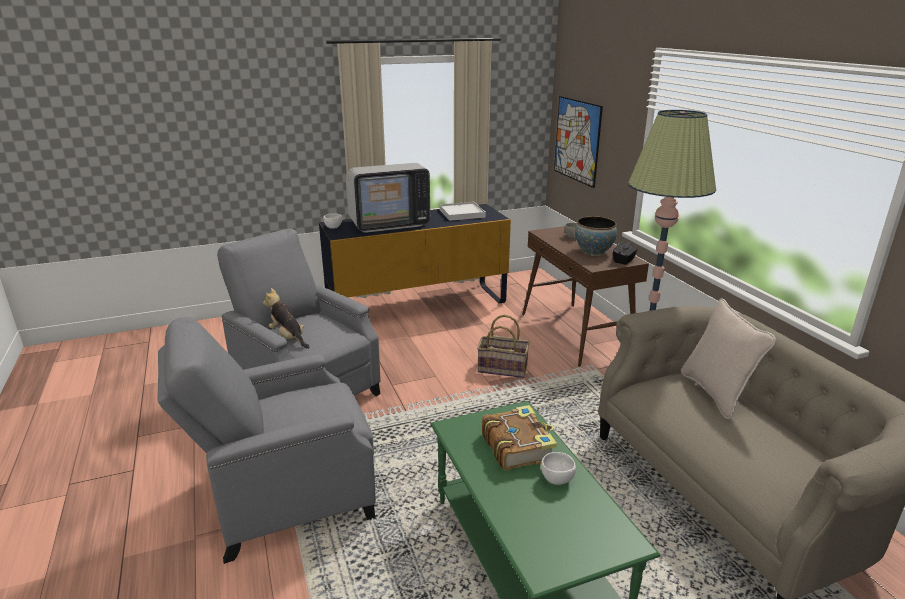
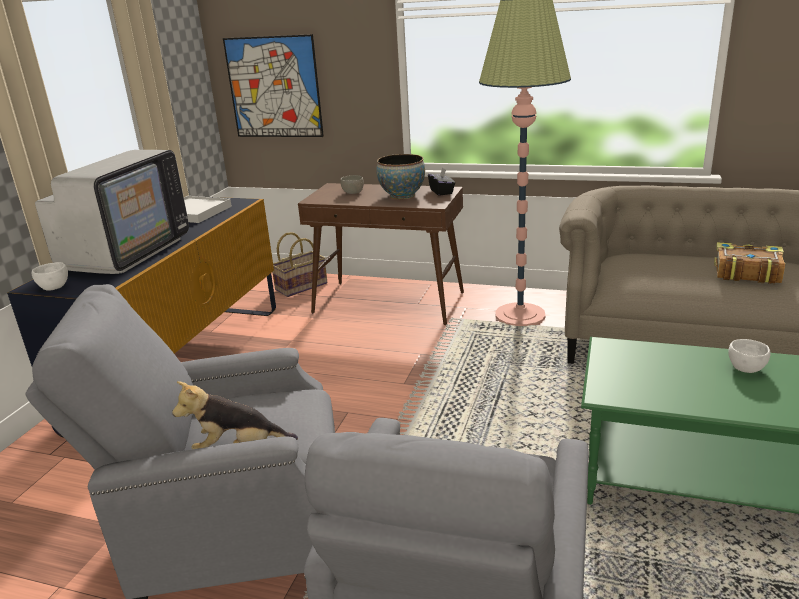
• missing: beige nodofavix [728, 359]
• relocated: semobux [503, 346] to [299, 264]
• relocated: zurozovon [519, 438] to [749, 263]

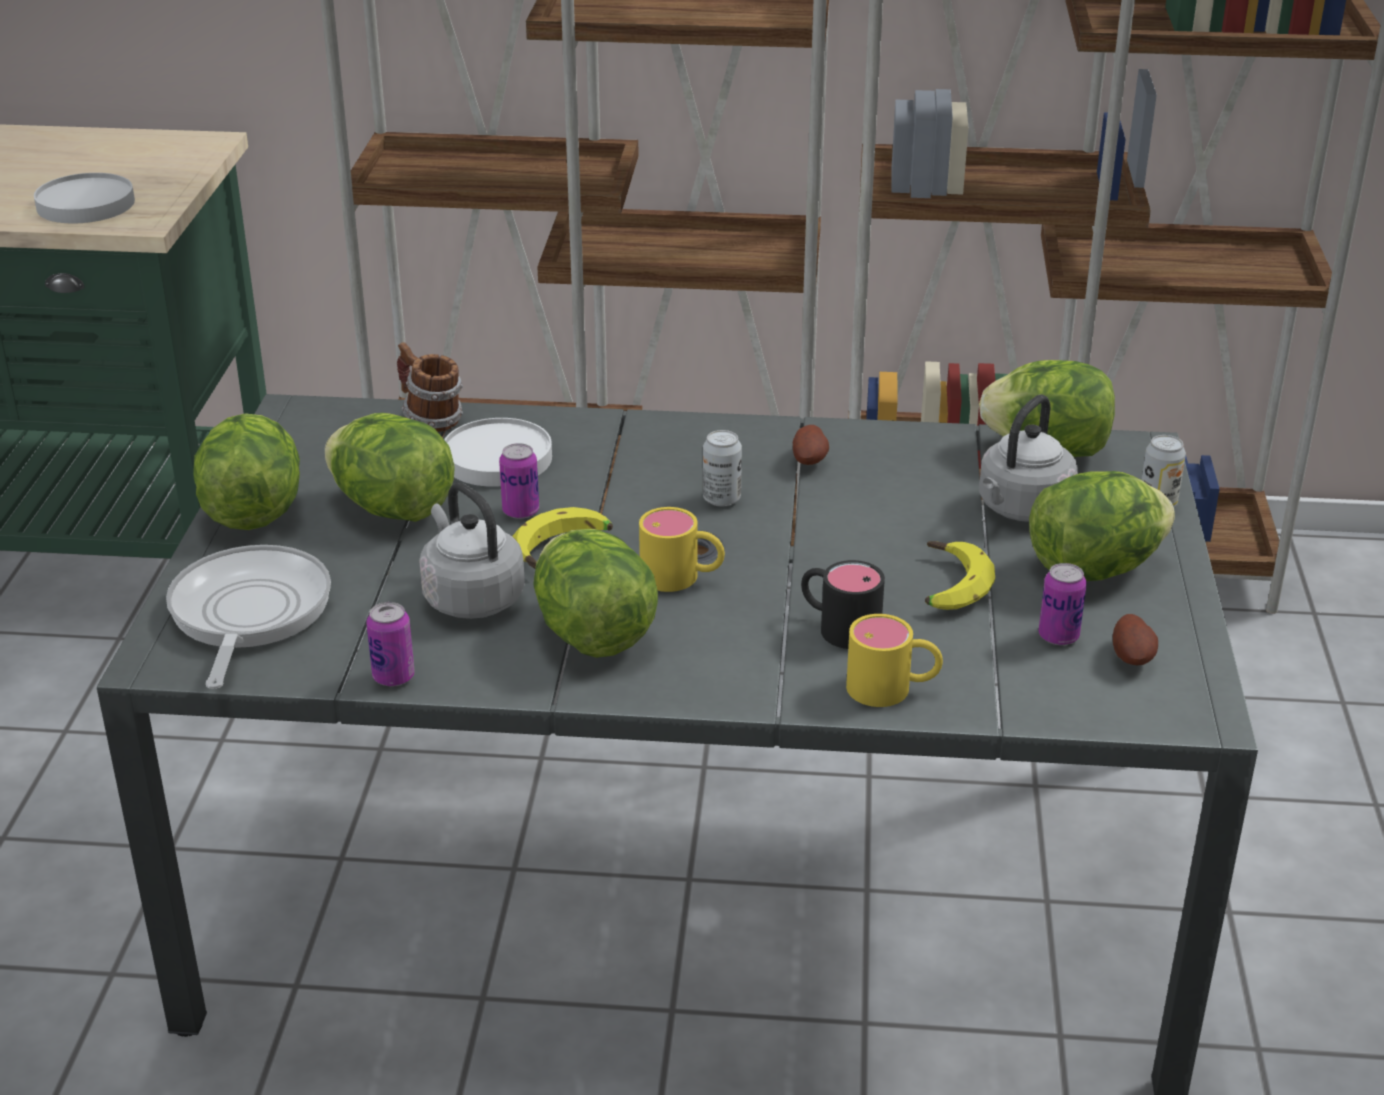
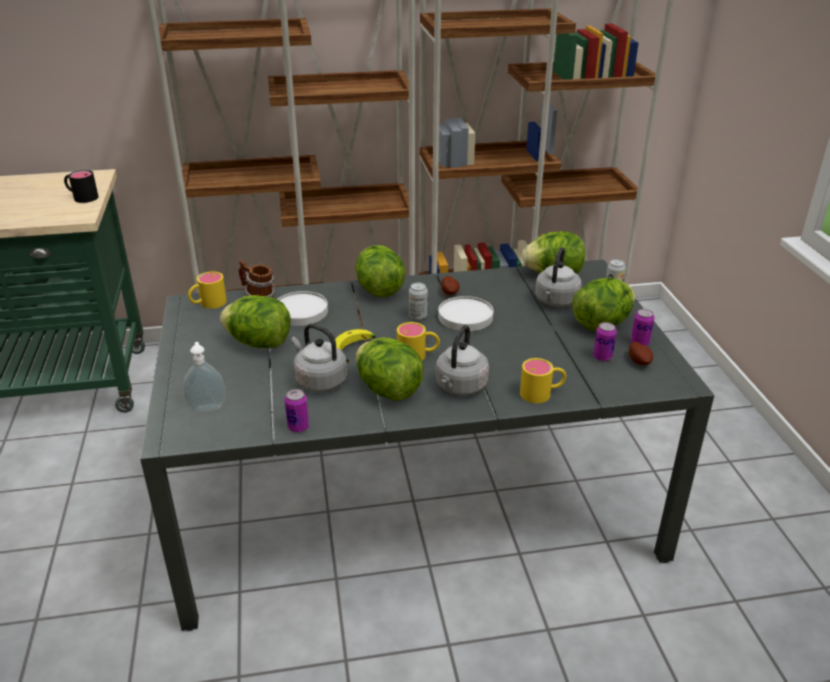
• missing: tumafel [960, 575]
• appeared: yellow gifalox [207, 290]
• appeared: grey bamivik [462, 360]
• relocated: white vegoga [84, 198] to [465, 313]
• relocated: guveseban [246, 472] to [380, 271]
• relocated: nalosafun [519, 481] to [642, 327]
• relocated: black gifalox [843, 604] to [81, 186]
• exchanged: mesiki [248, 617] to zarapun [204, 377]

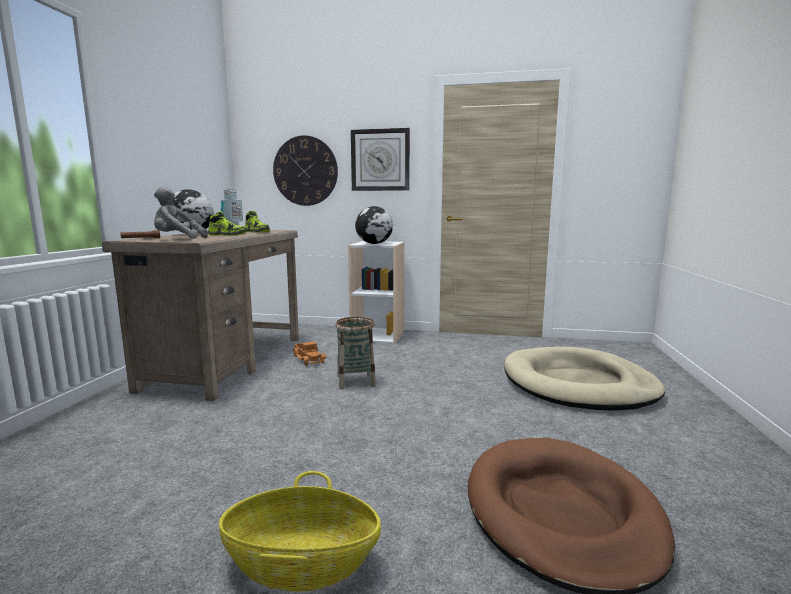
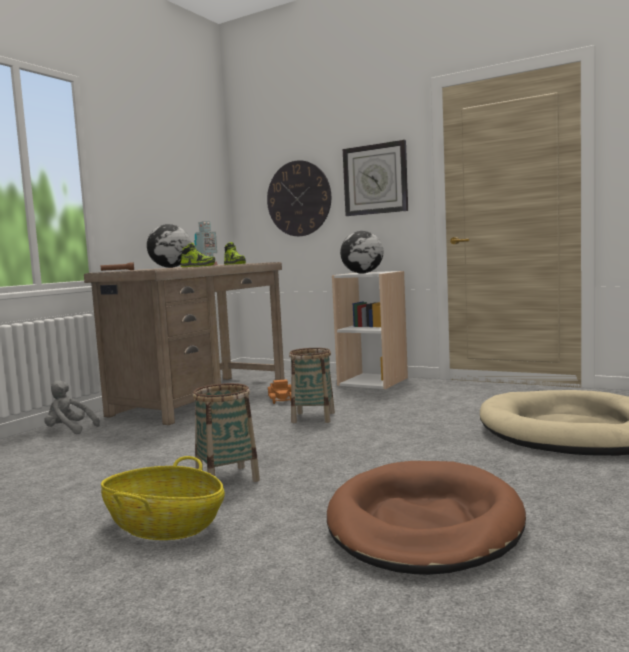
• appeared: semobux [226, 432]
• relocated: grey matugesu [181, 212] to [72, 407]

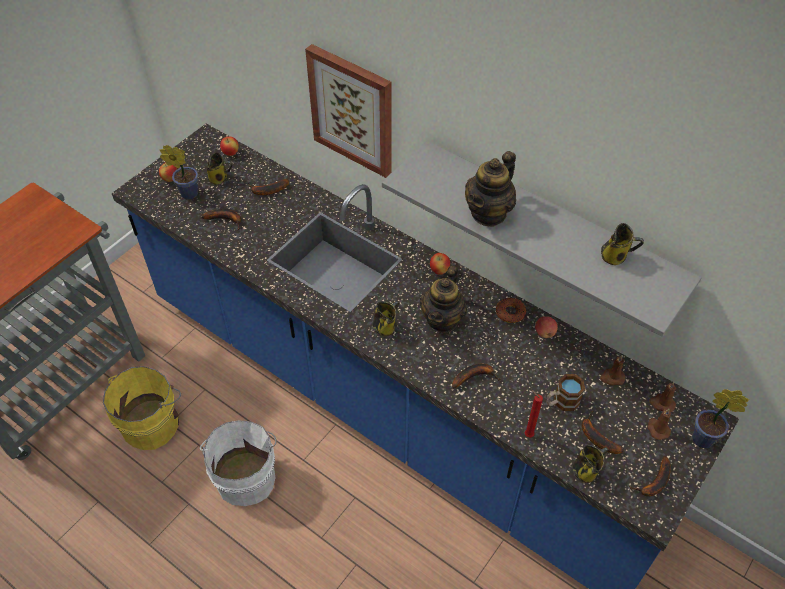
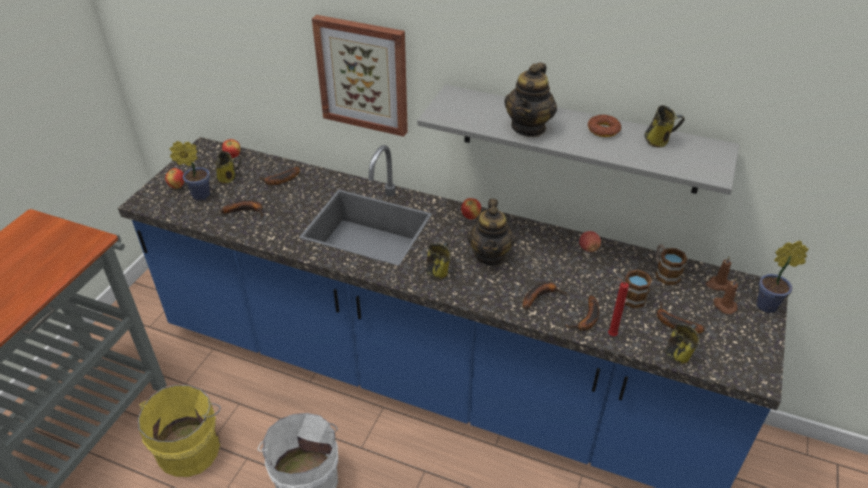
• relocated: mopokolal [511, 310] to [604, 125]
• relocated: tumafel [649, 475] to [582, 313]
• exchanged: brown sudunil [612, 370] to gifalox [671, 264]

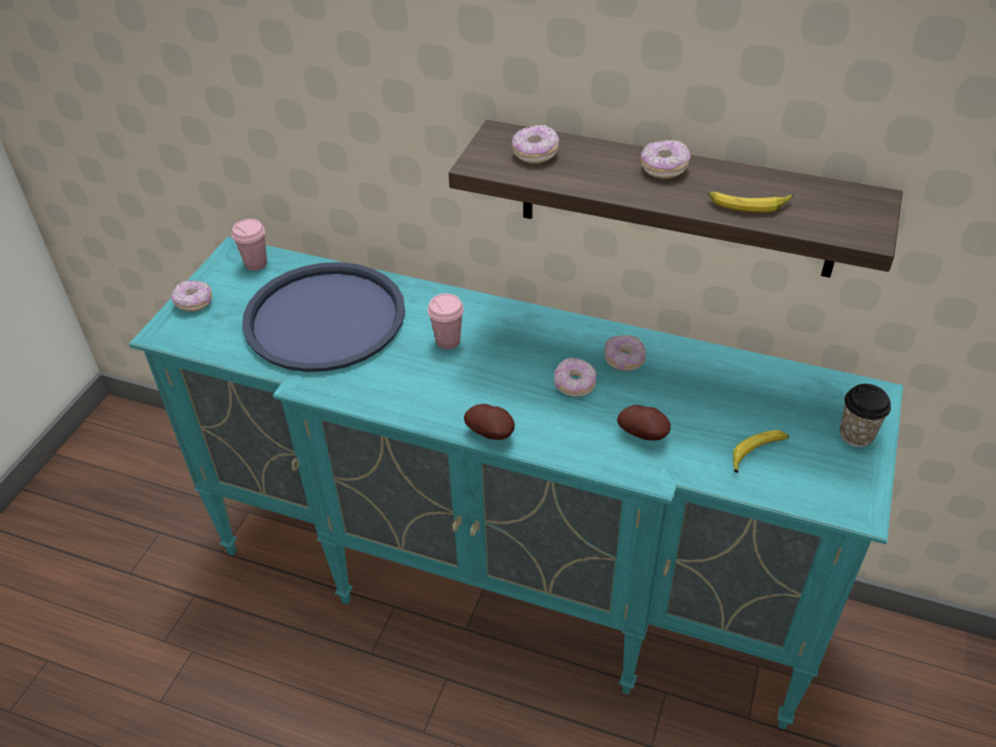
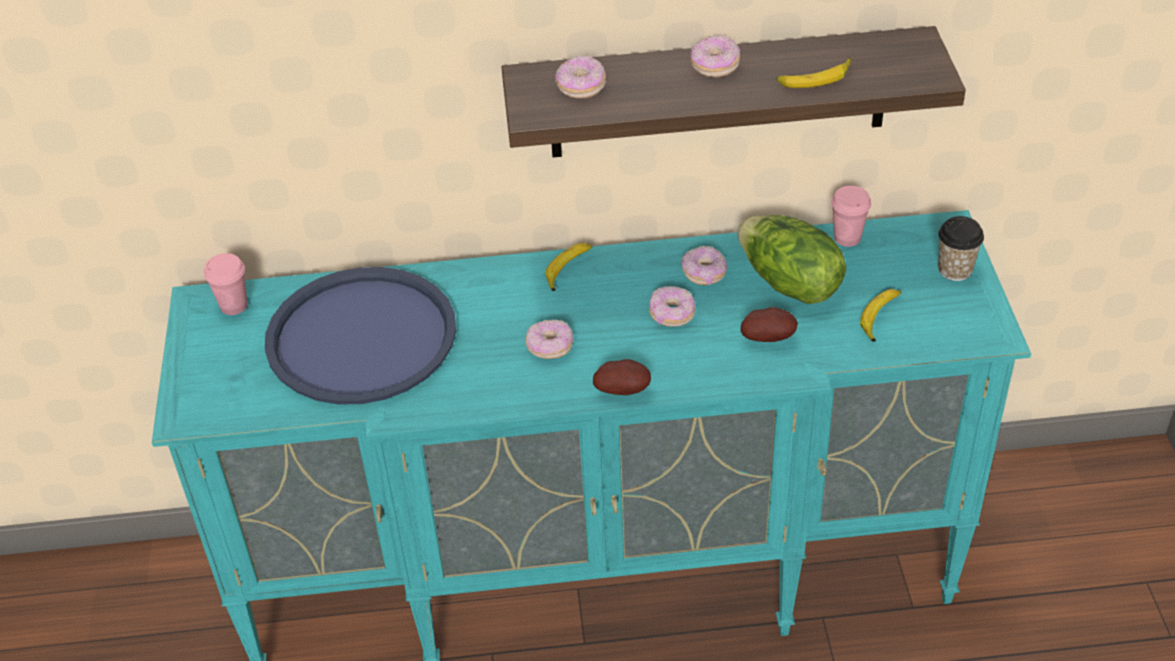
• appeared: tumafel [568, 266]
• appeared: guveseban [791, 259]
• relocated: mopokolal [191, 295] to [549, 339]
• relocated: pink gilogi [445, 321] to [851, 216]

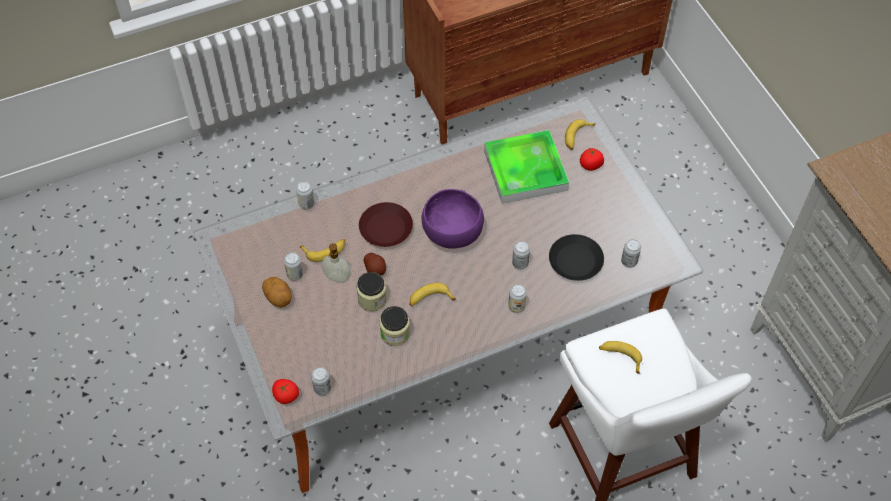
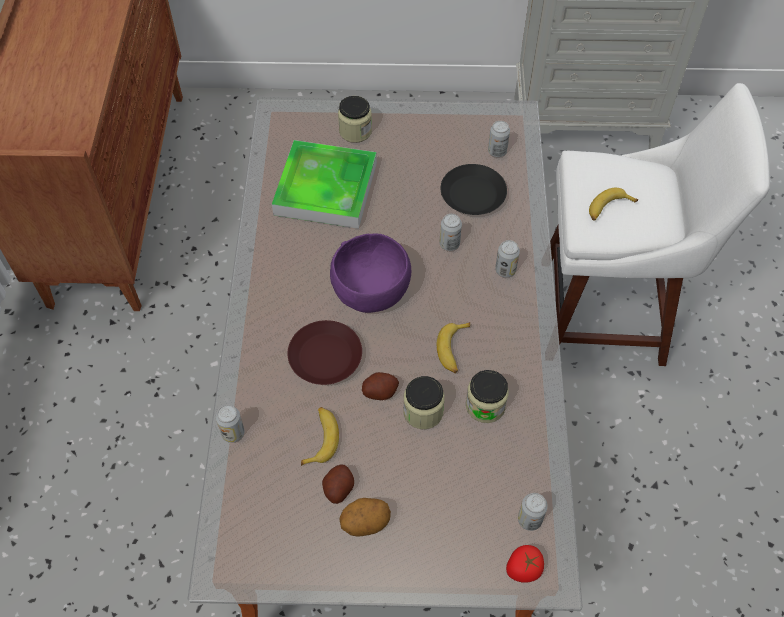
• missing: zarapun [336, 263]
• missing: tumafel [580, 134]
• exchanged: nalosafun [293, 266] to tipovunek [338, 484]
• exchanged: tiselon [592, 159] to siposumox [355, 119]

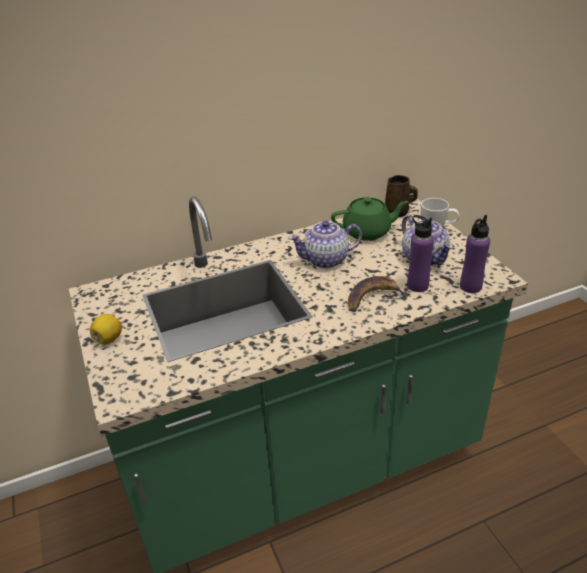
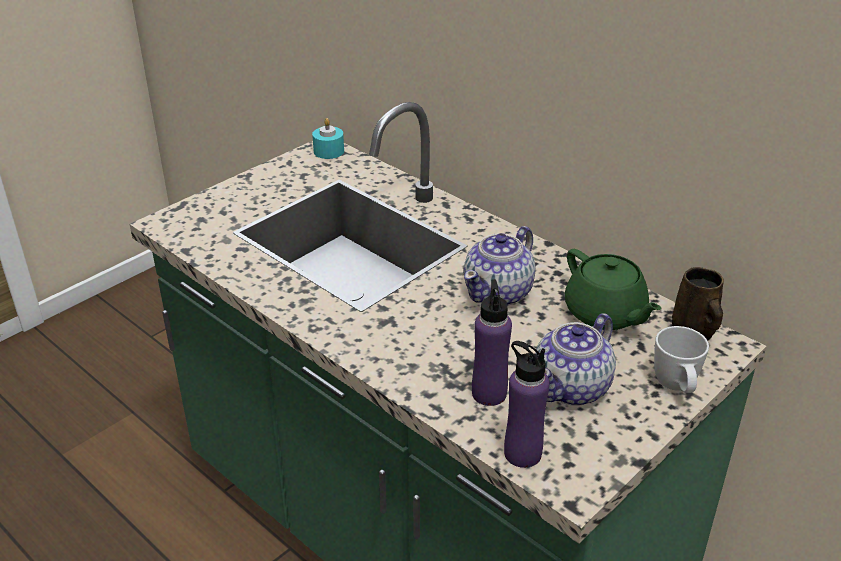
• missing: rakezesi [106, 329]
• missing: tumafel [378, 294]
• appeared: turquoise sudunil [328, 138]
• spun: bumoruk [325, 244] = [500, 266] 105 degrees counterclockwise

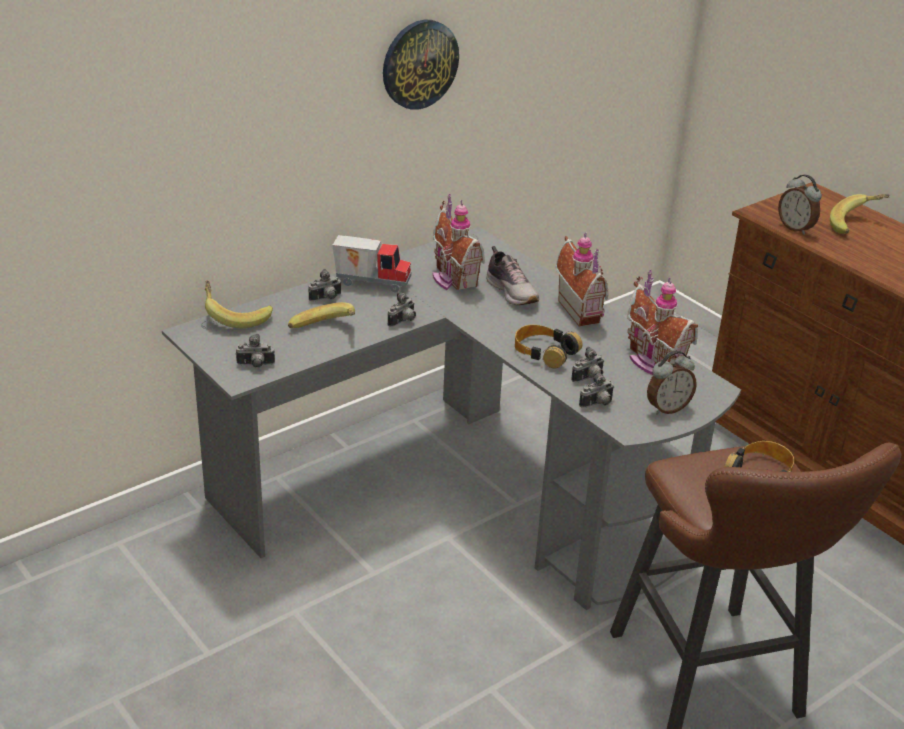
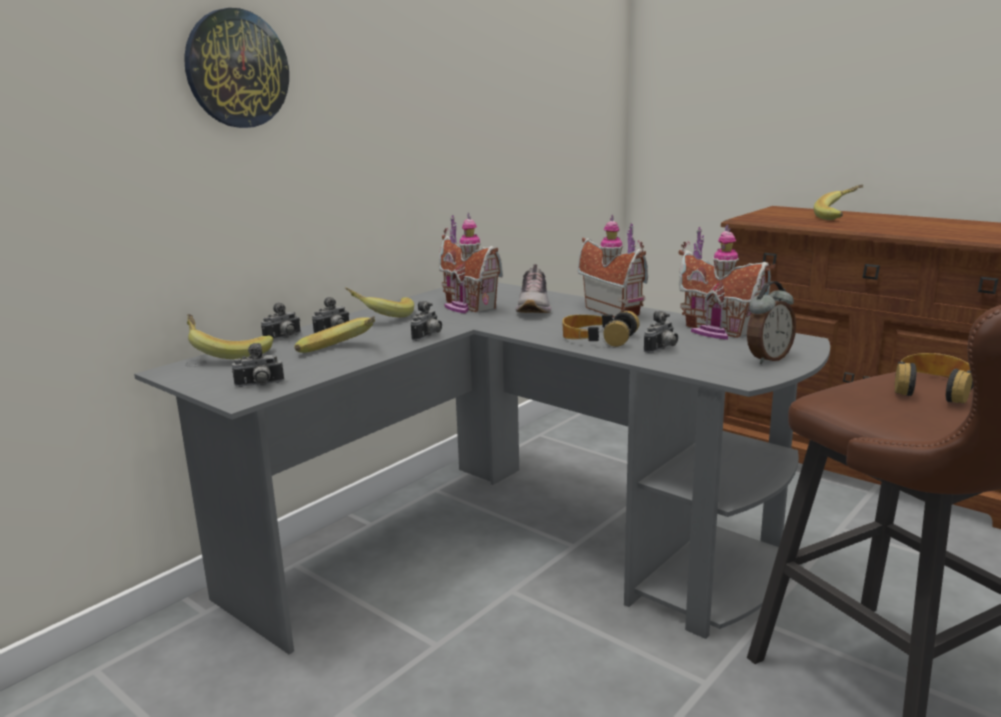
• missing: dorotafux [800, 205]
• relocated: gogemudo [421, 65] to [236, 68]
• relocated: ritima [596, 390] to [281, 321]
• exchanged: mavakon [371, 263] to tumafel [379, 302]
• spun: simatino [512, 275] = [533, 288] 45 degrees clockwise

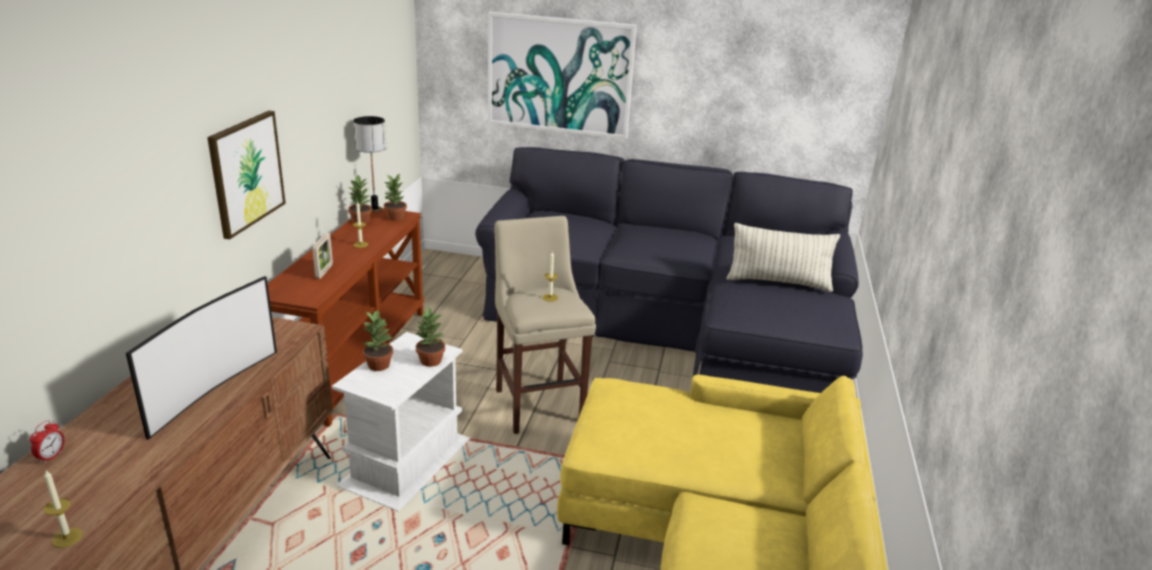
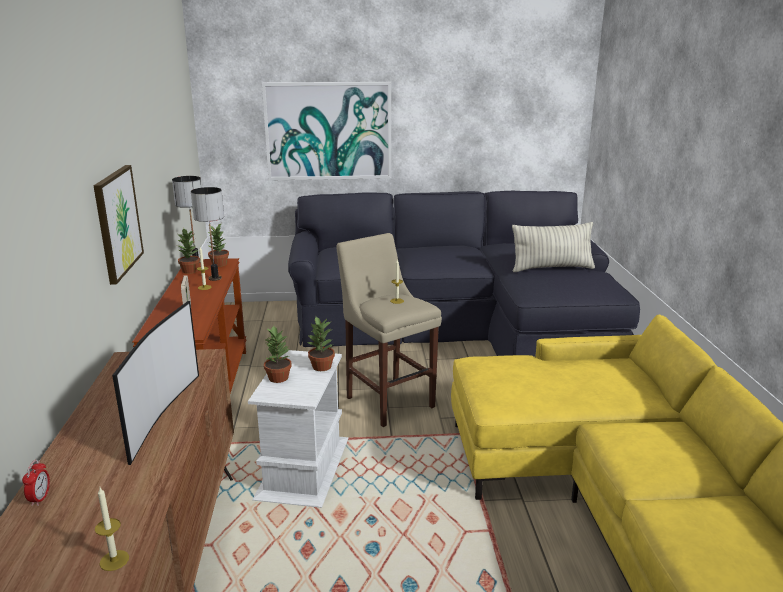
• appeared: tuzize [207, 234]

